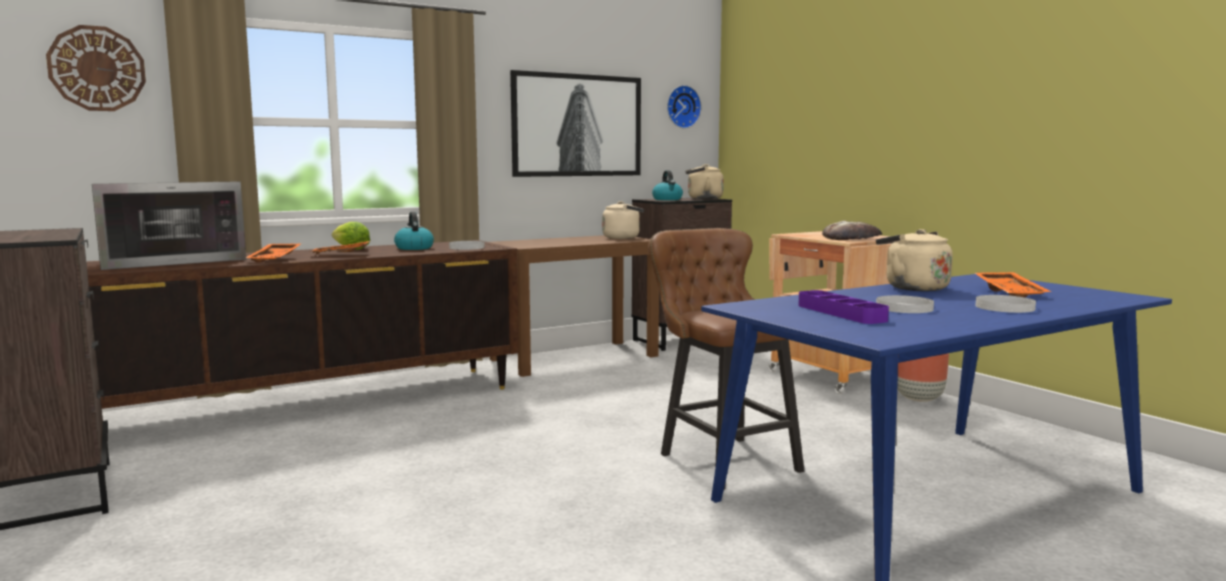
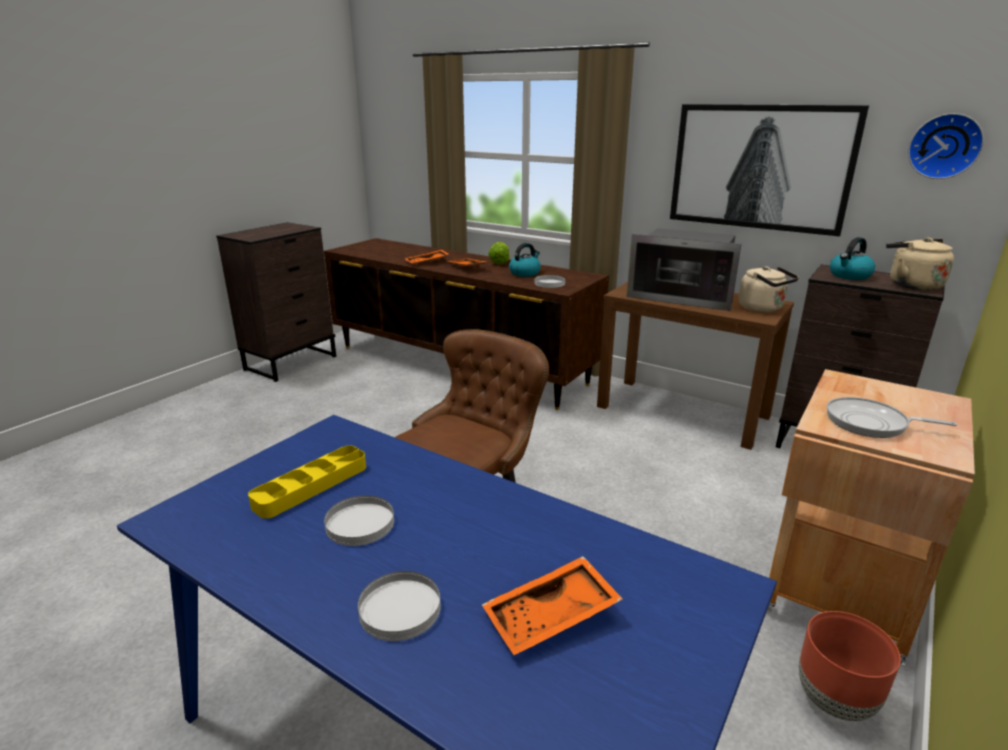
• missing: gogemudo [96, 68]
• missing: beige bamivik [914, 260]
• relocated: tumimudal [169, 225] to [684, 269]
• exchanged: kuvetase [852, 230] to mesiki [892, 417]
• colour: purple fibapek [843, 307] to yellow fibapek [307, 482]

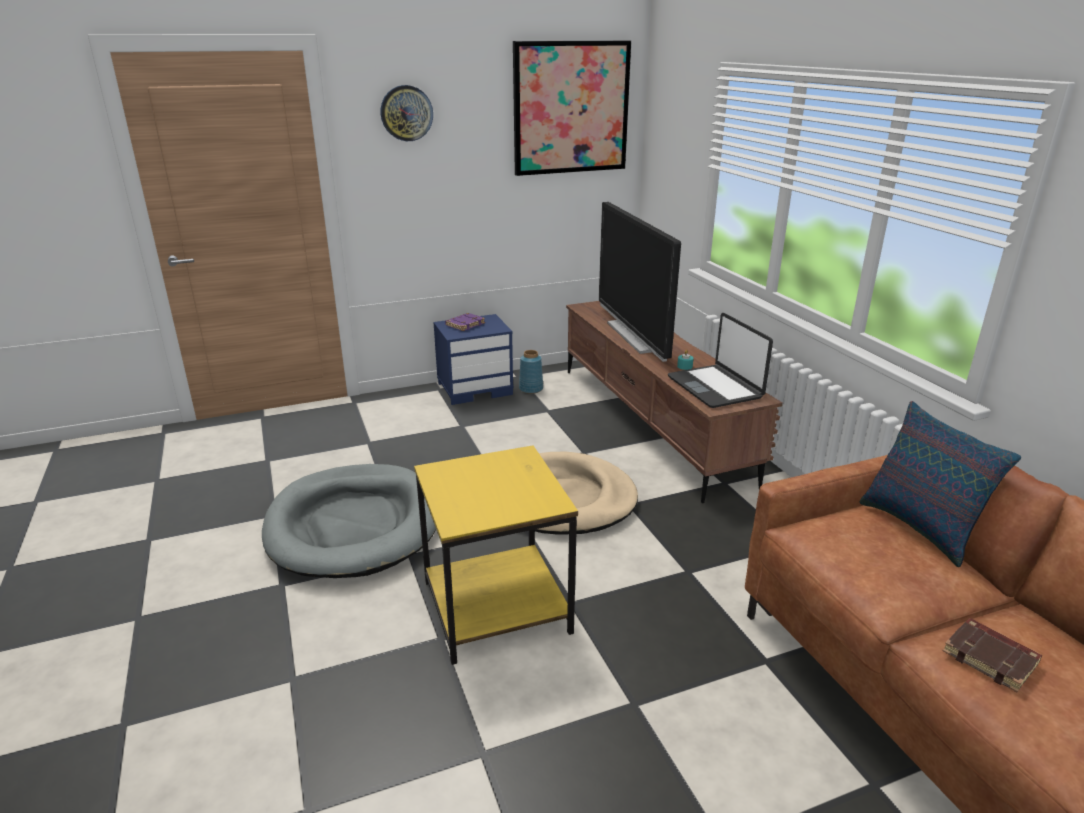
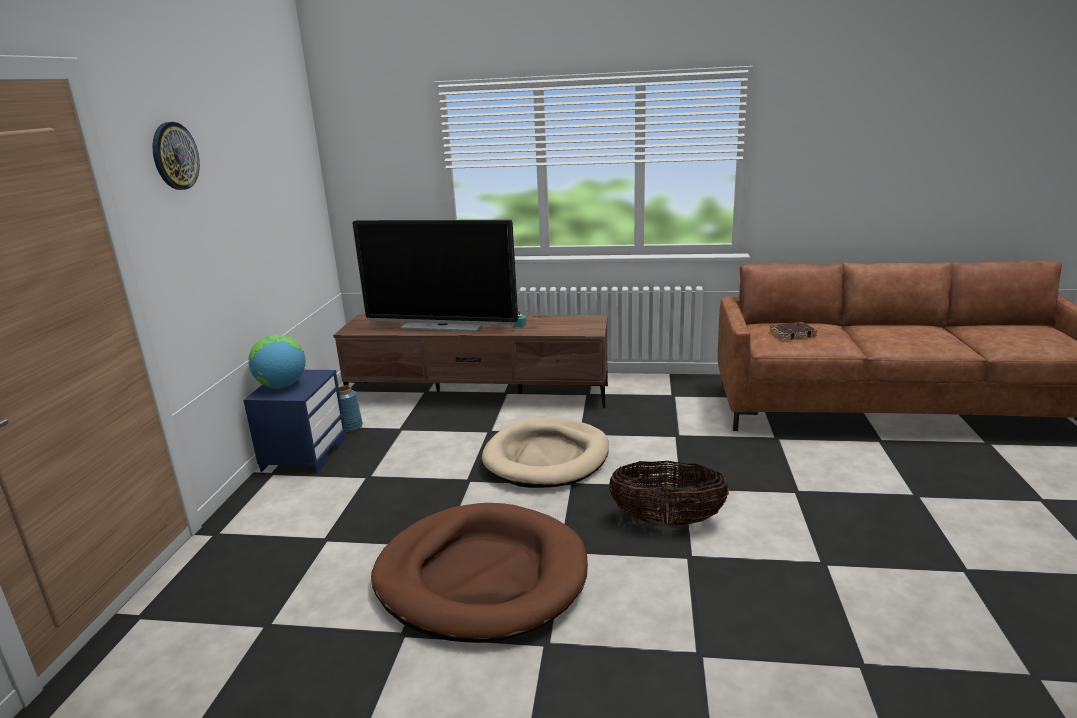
• missing: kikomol [572, 108]
• missing: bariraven [720, 360]
• missing: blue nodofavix [940, 484]
• relocated: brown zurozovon [992, 655] to [793, 331]
• exchanged: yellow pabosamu [496, 555] to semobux [669, 493]
• exchanged: purple zurozovon [465, 322] to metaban [277, 361]
• colour: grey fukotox [349, 521] to brown fukotox [479, 573]

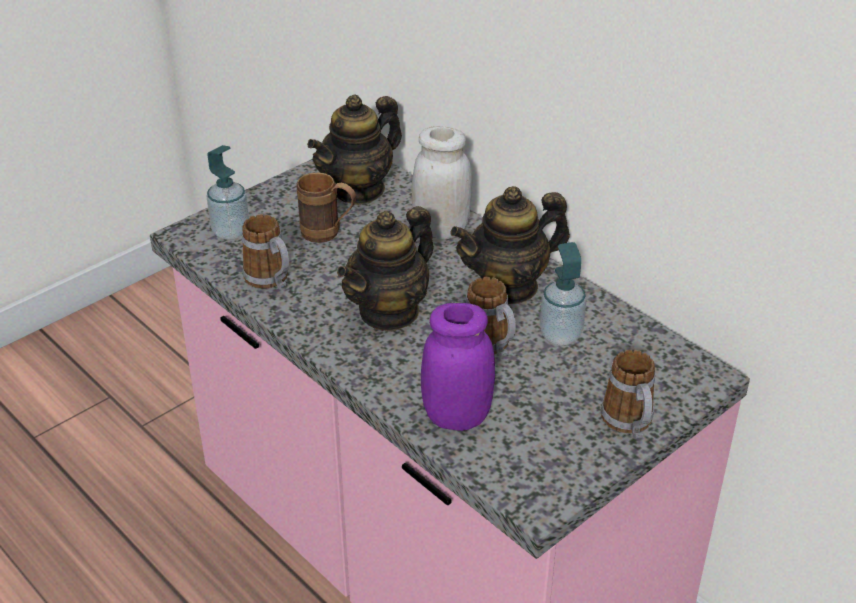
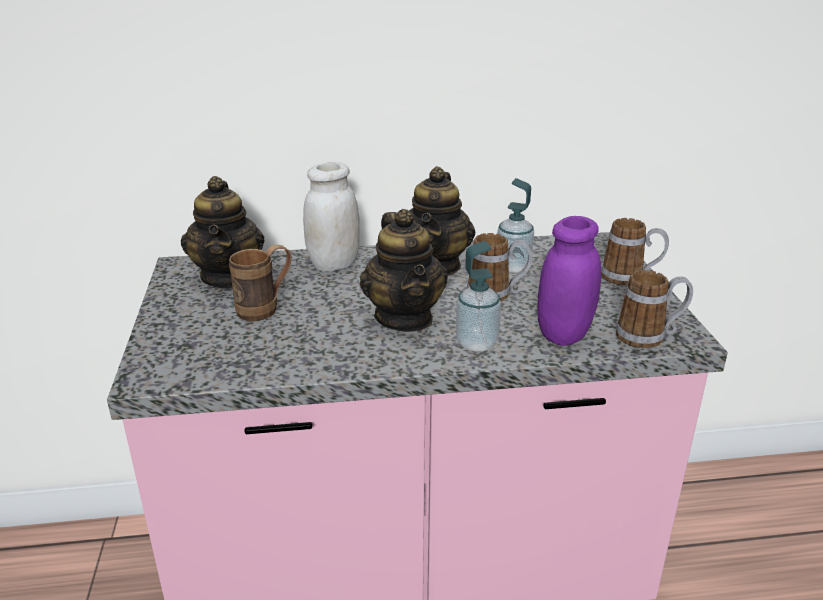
• relocated: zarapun [228, 192] to [478, 296]
• relocated: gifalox [265, 251] to [654, 309]

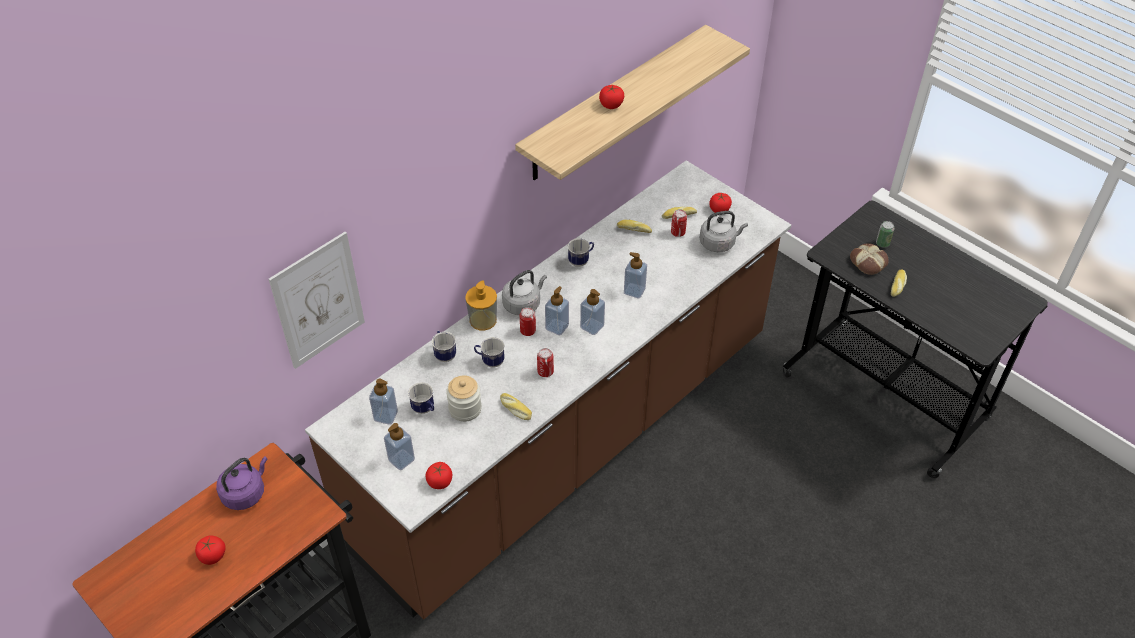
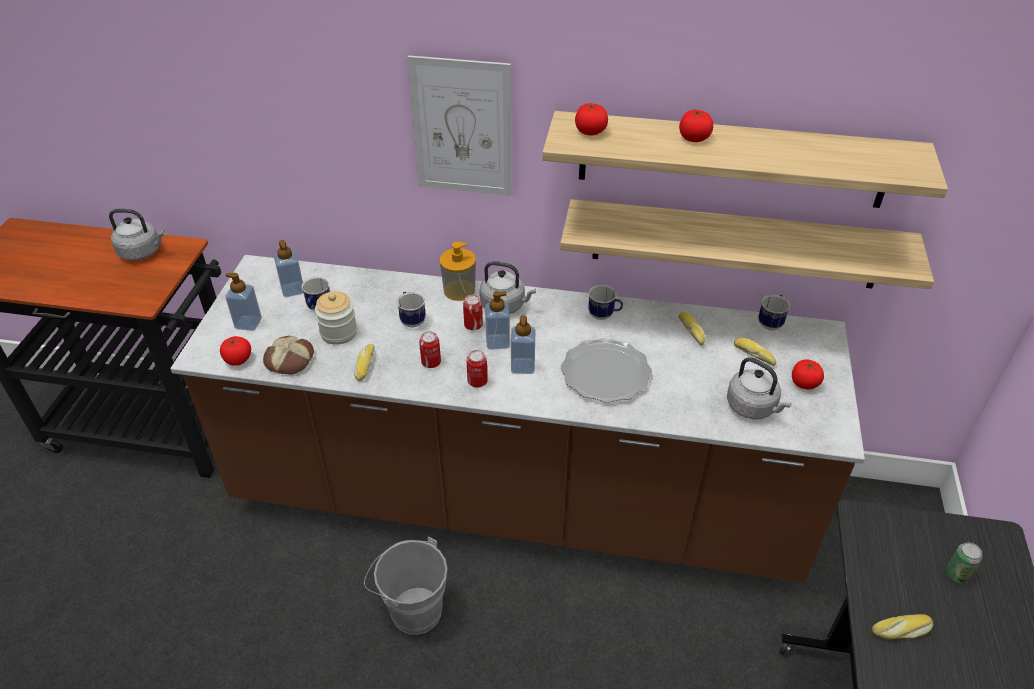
• appeared: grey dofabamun [405, 586]
• appeared: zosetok [747, 244]
• relocated: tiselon [210, 550] to [591, 119]
• relocated: kikomol [317, 300] to [459, 125]
• relocated: gifalox [444, 346] to [774, 312]
• relocated: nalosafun [679, 223] to [477, 368]
• relocated: kuvetase [869, 259] to [288, 355]
• exchanged: zarapun [635, 275] to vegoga [606, 370]
• colour: purple bamivik [242, 483] to grey bamivik [137, 235]

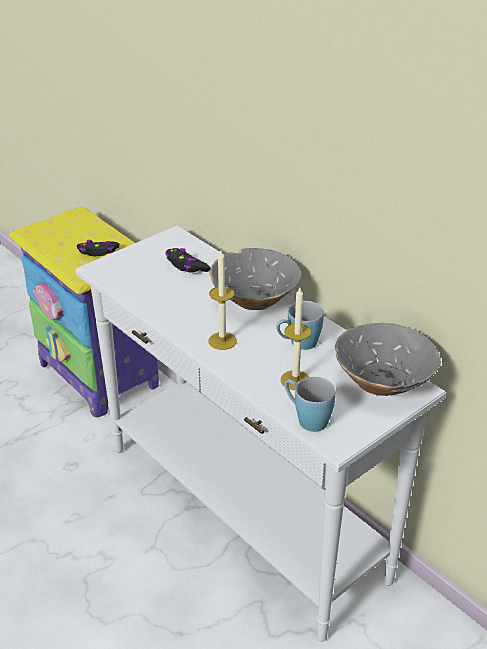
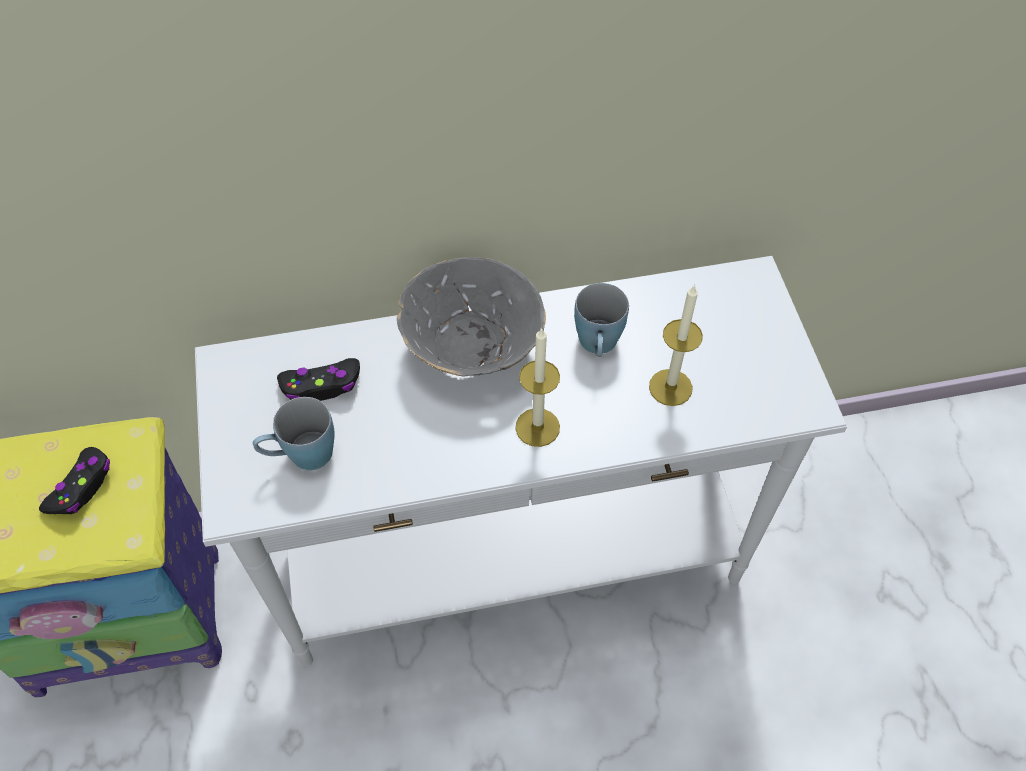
• missing: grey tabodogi [388, 359]
• relocated: blue gifalox [310, 404] to [293, 433]

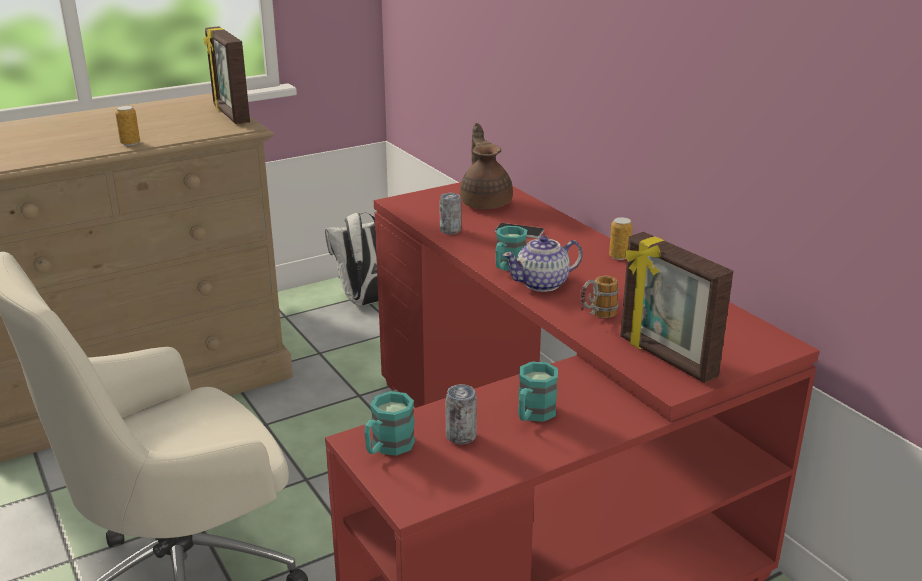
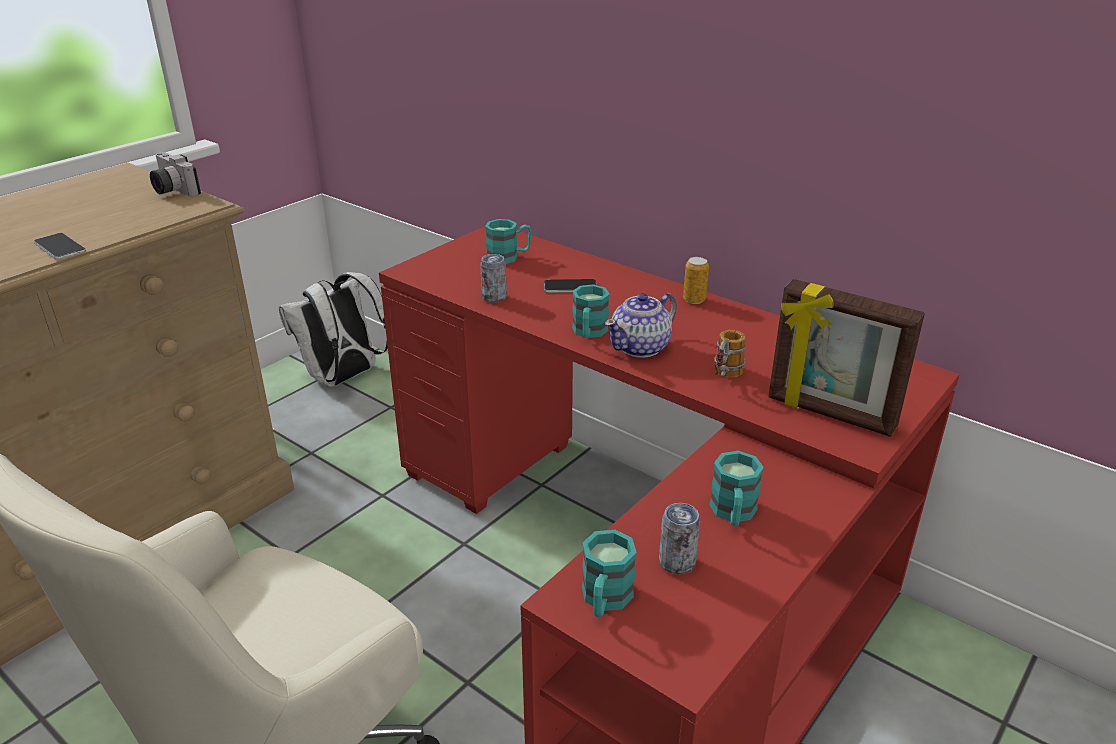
• exchanged: nalosafun [127, 126] to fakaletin [59, 246]
• exchanged: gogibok [226, 75] to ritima [175, 174]
• exchanged: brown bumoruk [486, 166] to turquoise gifalox [508, 241]

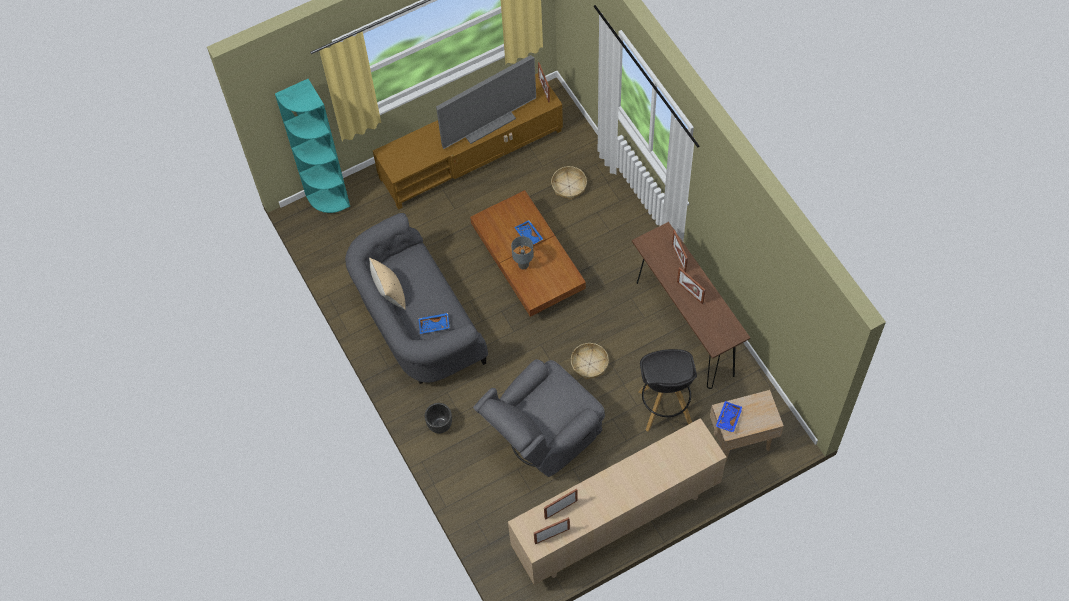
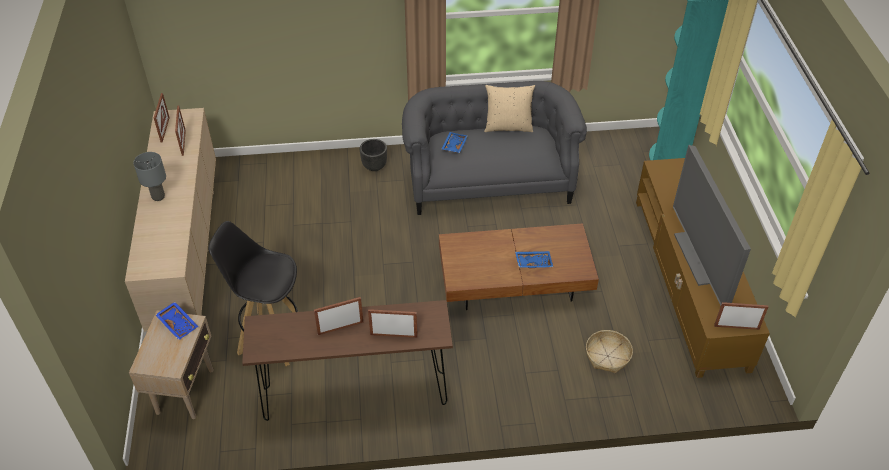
• missing: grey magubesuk [539, 418]
• missing: semobux [590, 361]
• relocated: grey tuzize [522, 253] to [149, 176]

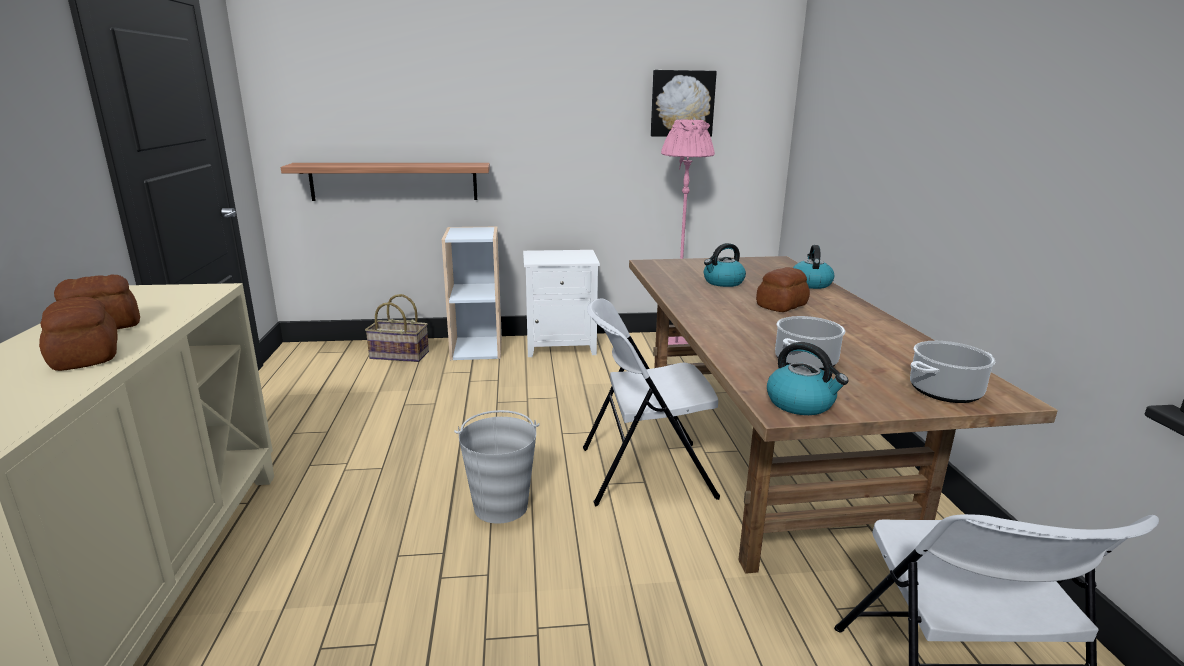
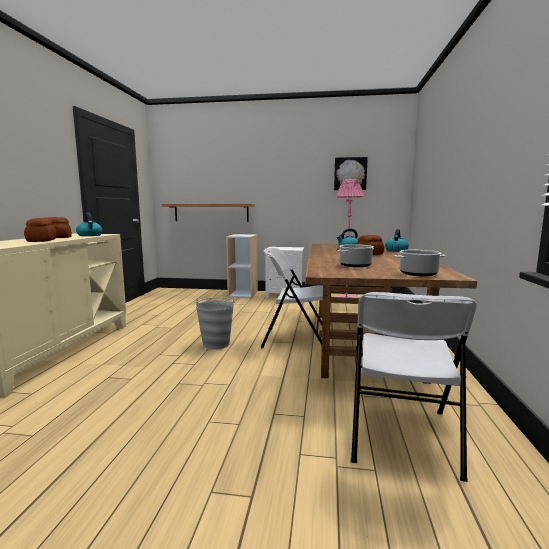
• missing: semobux [397, 328]
• relocated: bamivik [808, 378] to [89, 224]

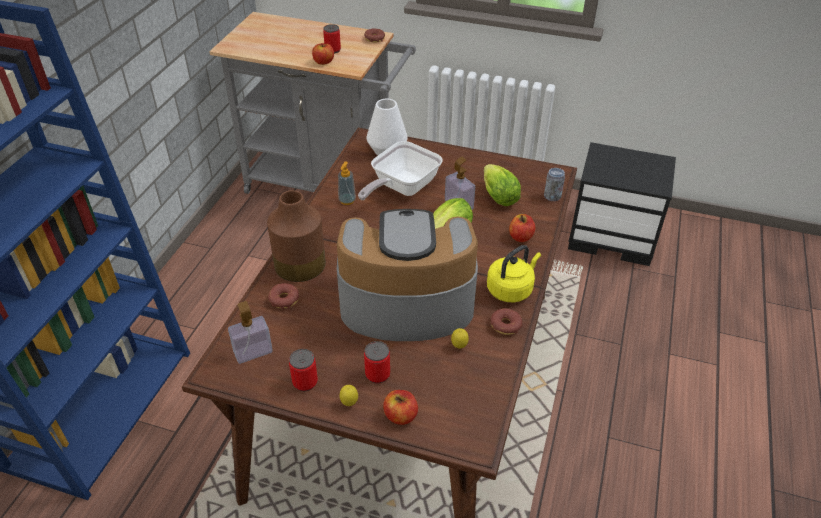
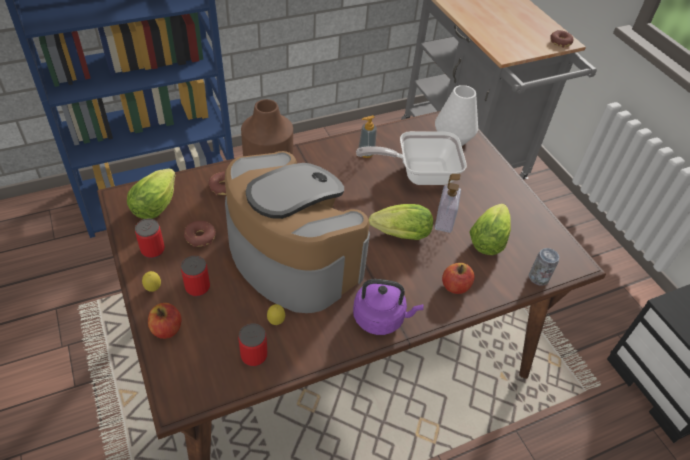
• missing: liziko [323, 54]
• relocated: nalosafun [332, 39] to [253, 344]
• relocated: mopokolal [506, 321] to [200, 234]
• exchanged: zarapun [250, 332] to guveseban [151, 193]
• colour: yellow bamivik [514, 273] to purple bamivik [388, 307]

